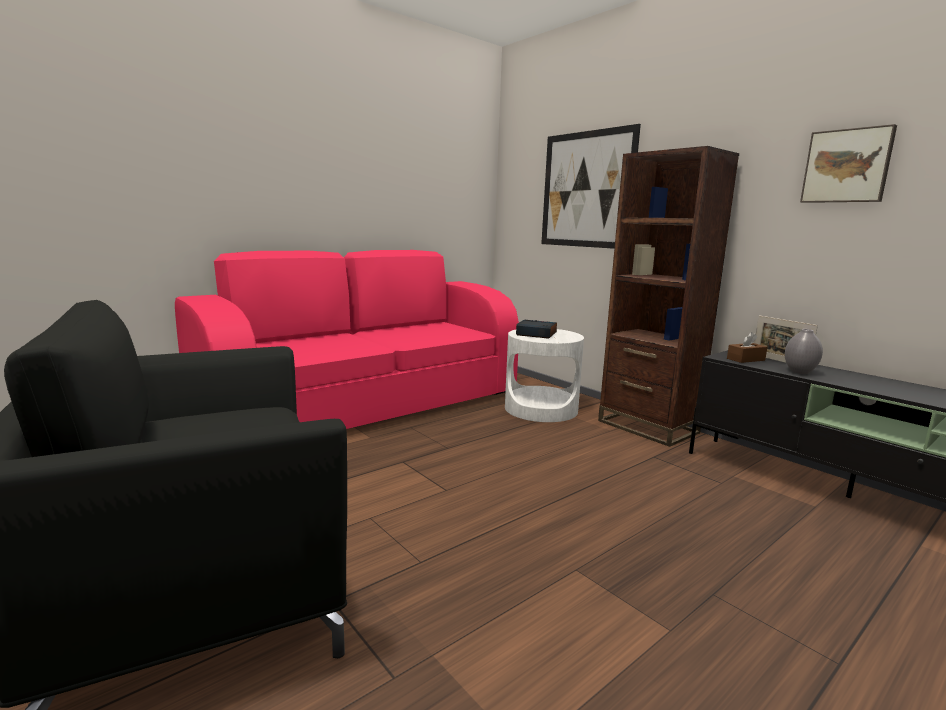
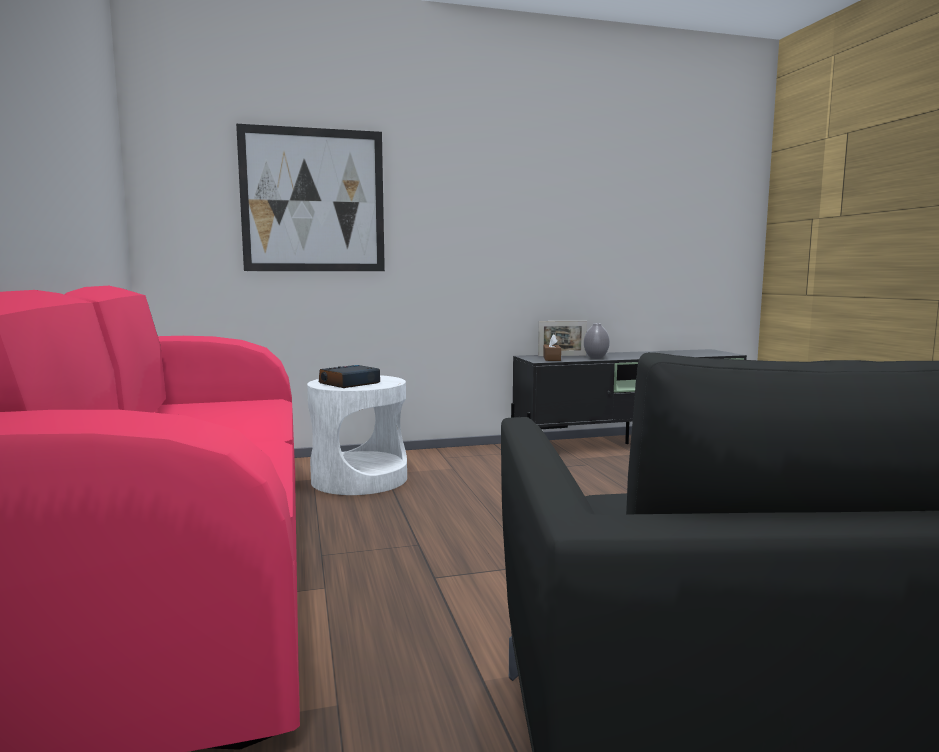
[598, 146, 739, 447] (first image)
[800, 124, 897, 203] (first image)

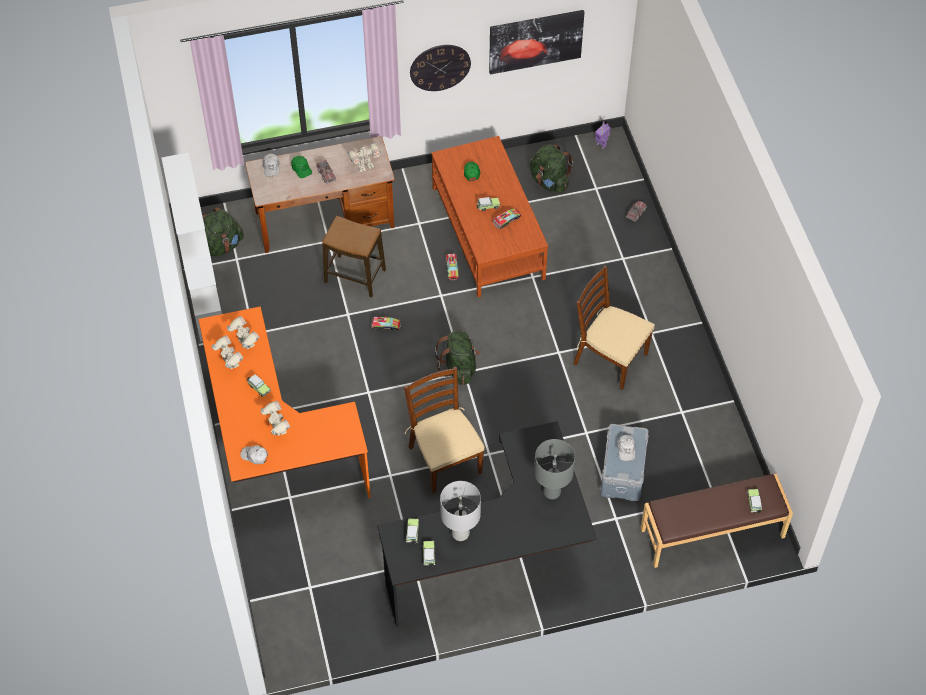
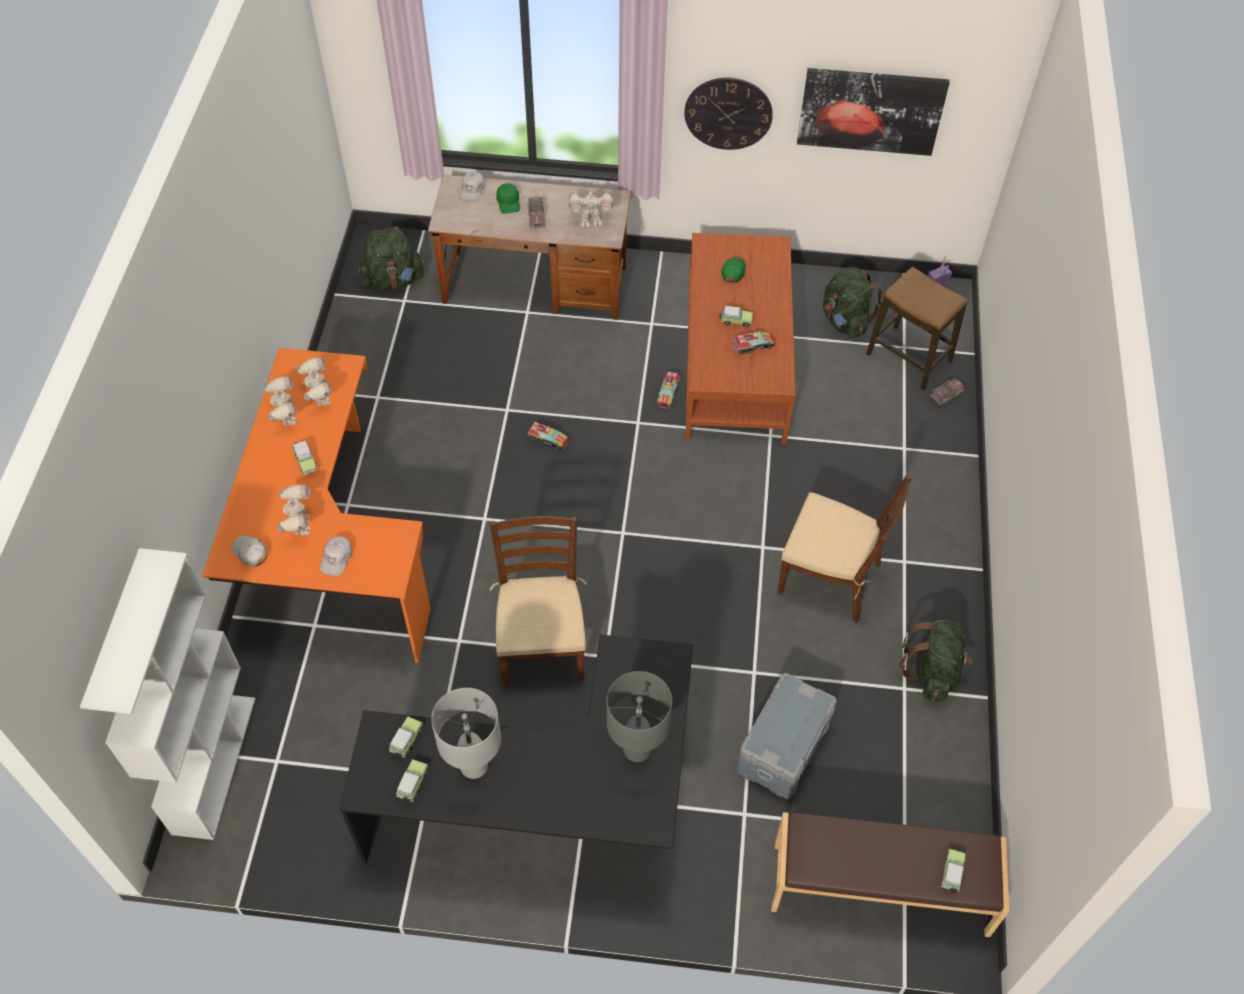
[80, 548, 255, 840]
[866, 267, 968, 390]
[900, 619, 972, 702]
[320, 536, 352, 576]
[778, 475, 911, 623]

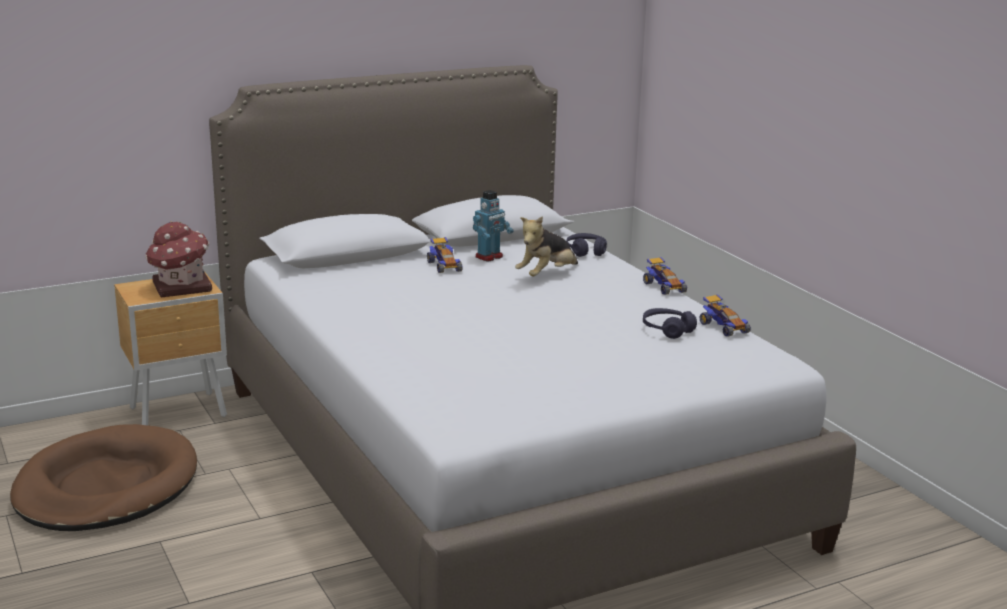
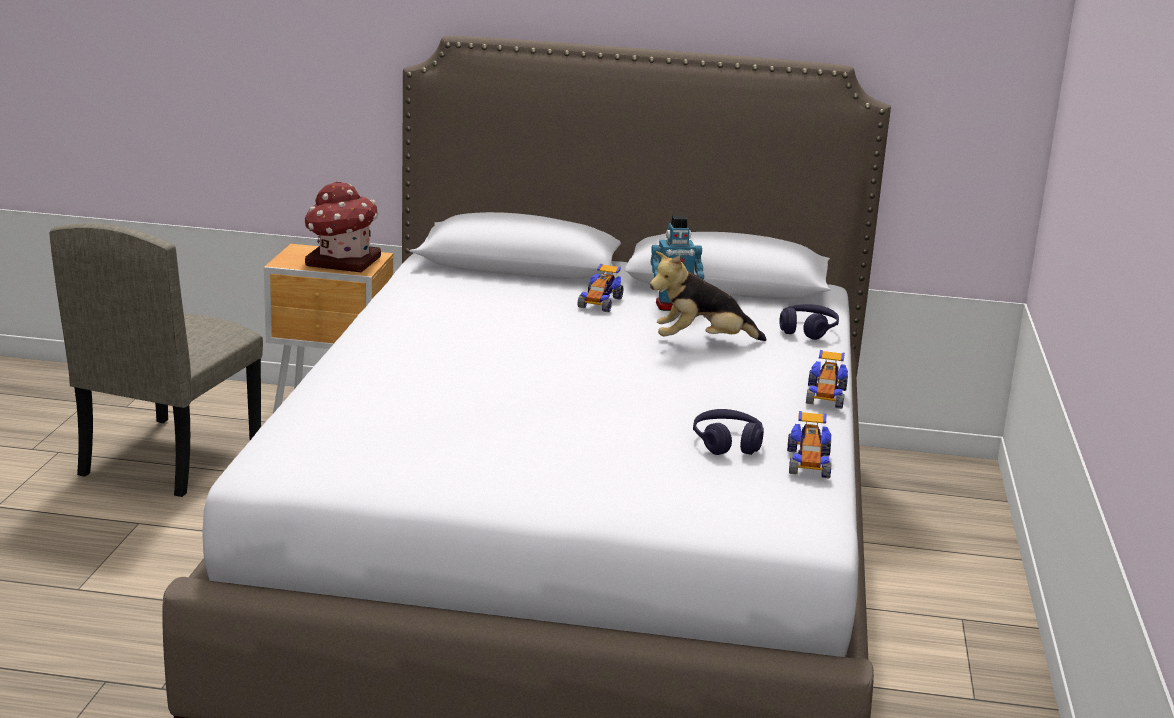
[49, 223, 263, 497]

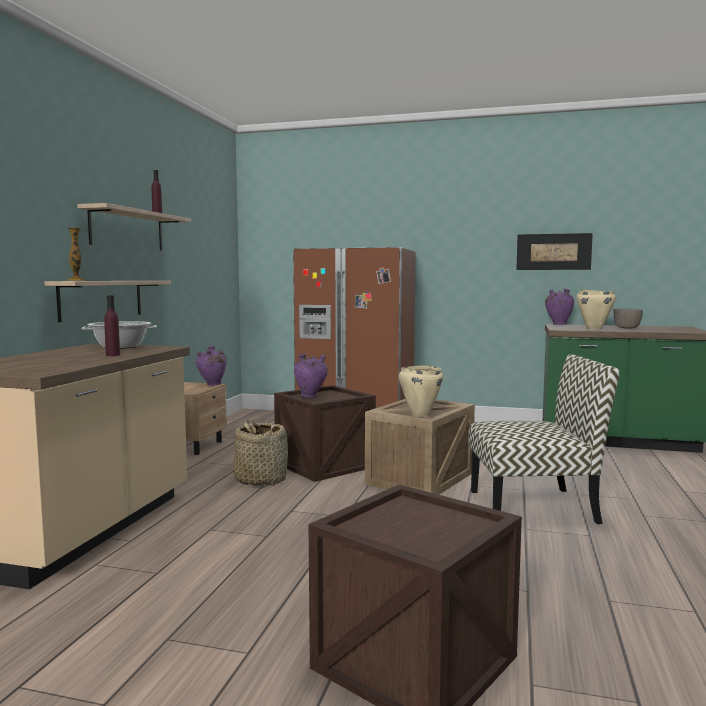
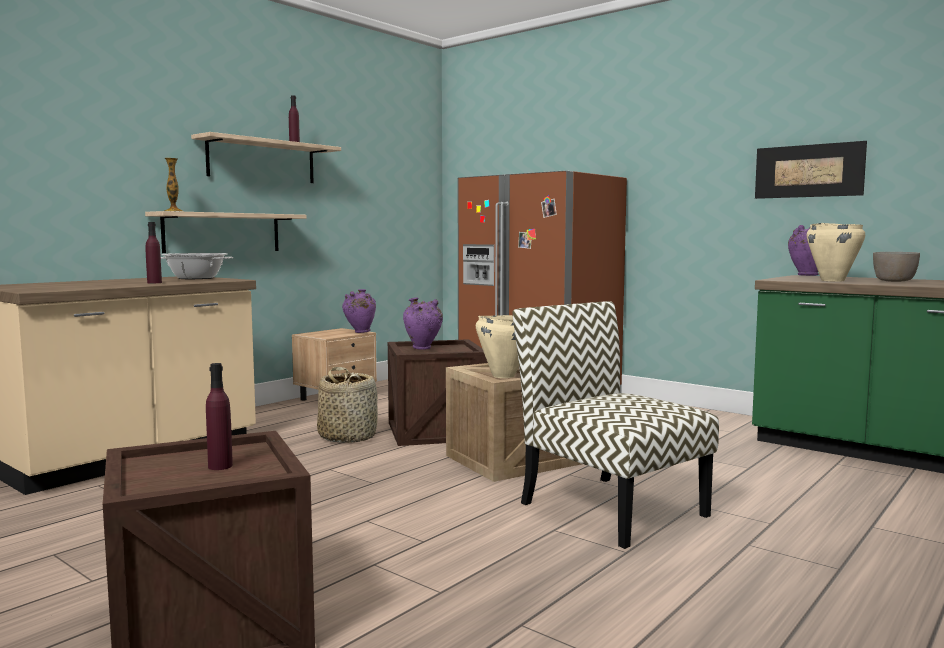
[206, 363, 233, 470]
[512, 301, 719, 549]

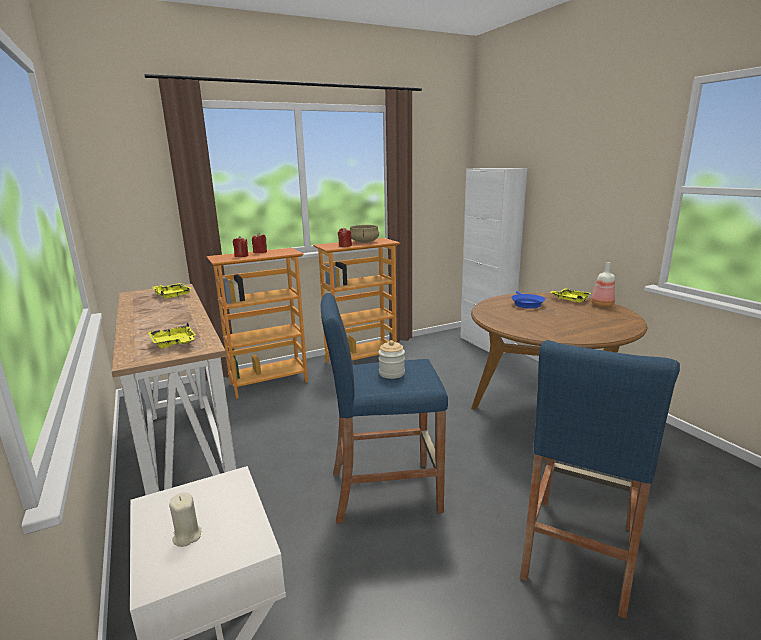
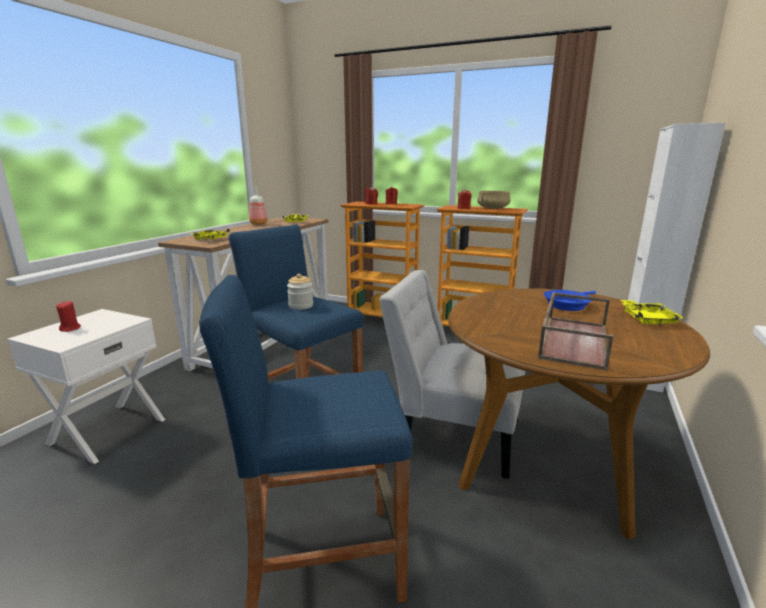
[379, 270, 525, 479]
[538, 293, 613, 370]
[249, 187, 268, 225]
[56, 301, 81, 332]

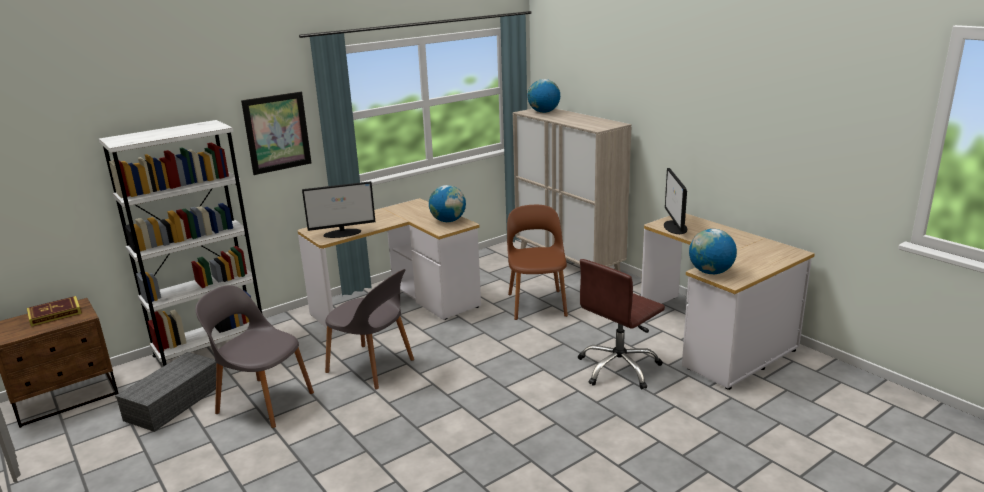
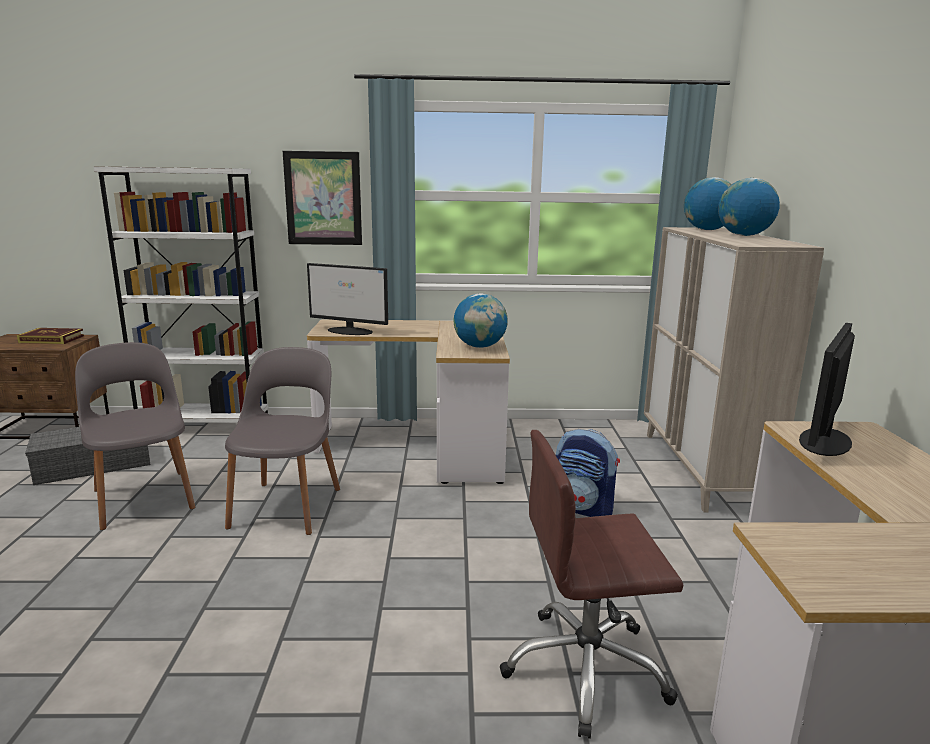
[718, 178, 780, 236]
[556, 429, 620, 517]
[225, 347, 340, 535]

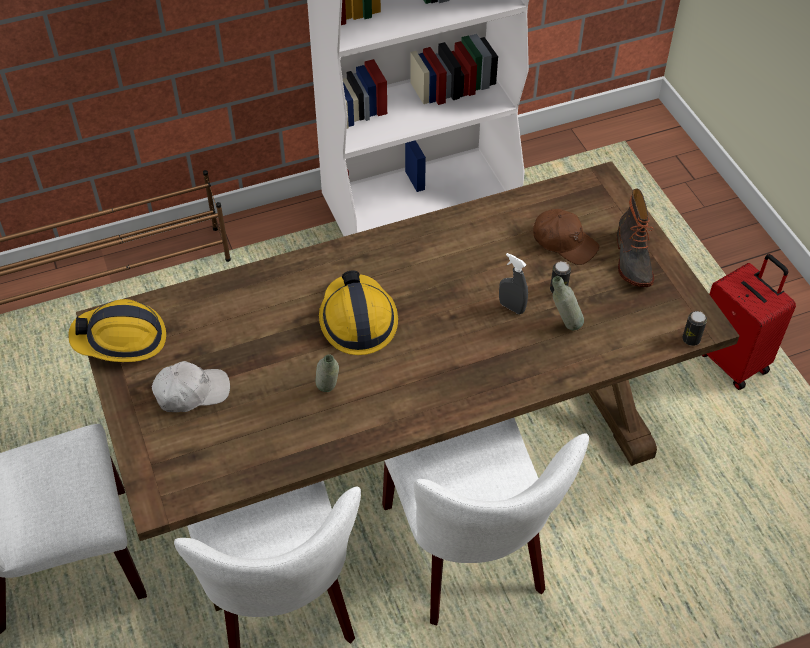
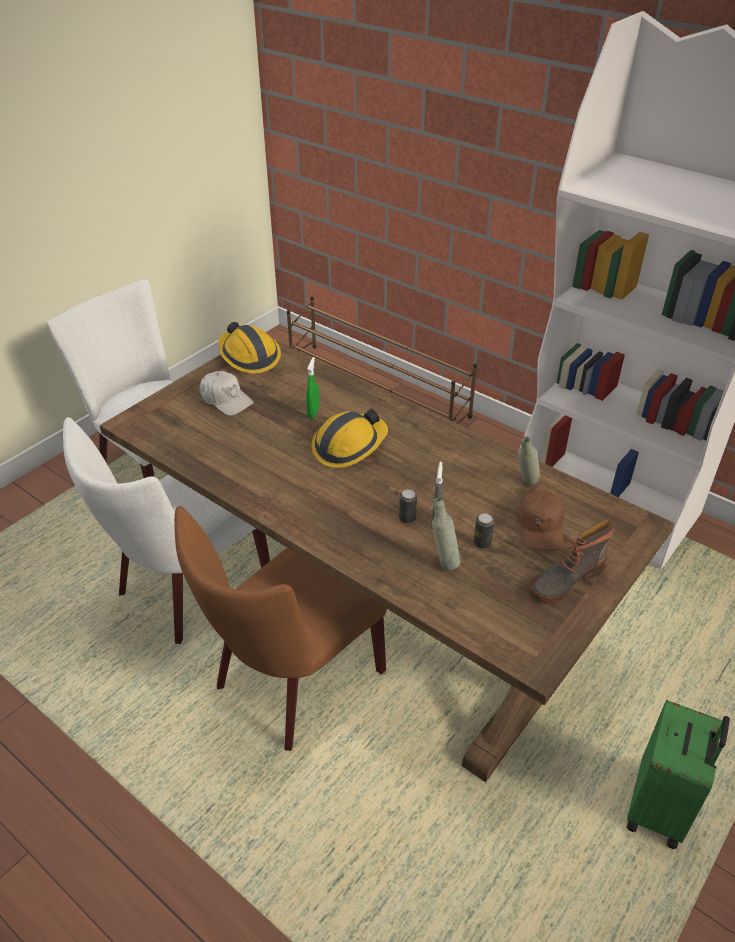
[306, 357, 320, 419]
[518, 436, 540, 485]
[399, 489, 417, 524]
[174, 506, 387, 751]
[627, 700, 730, 849]

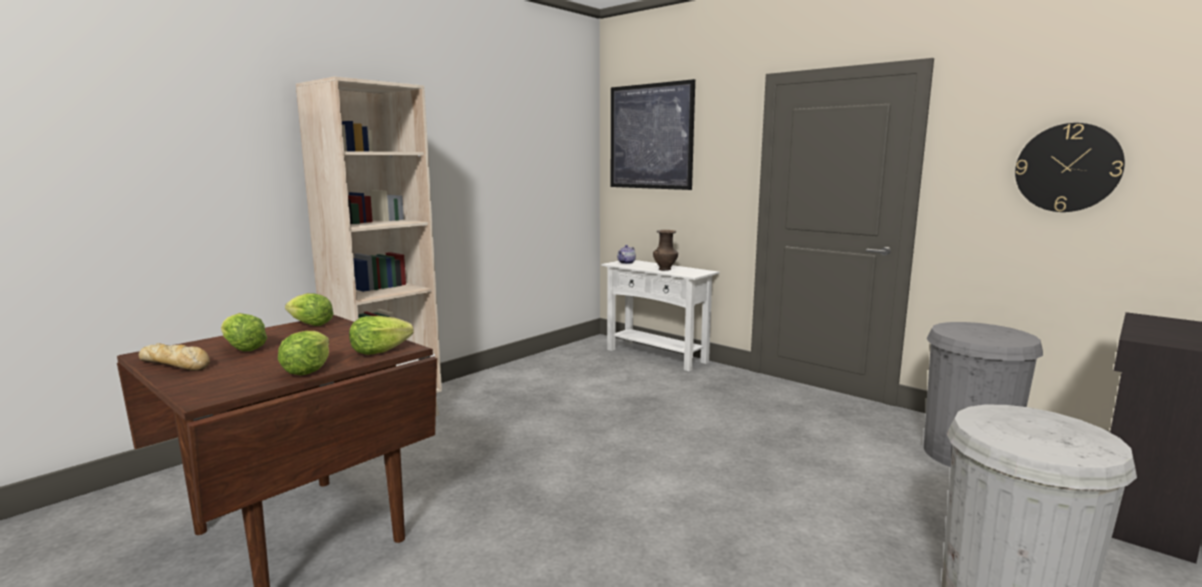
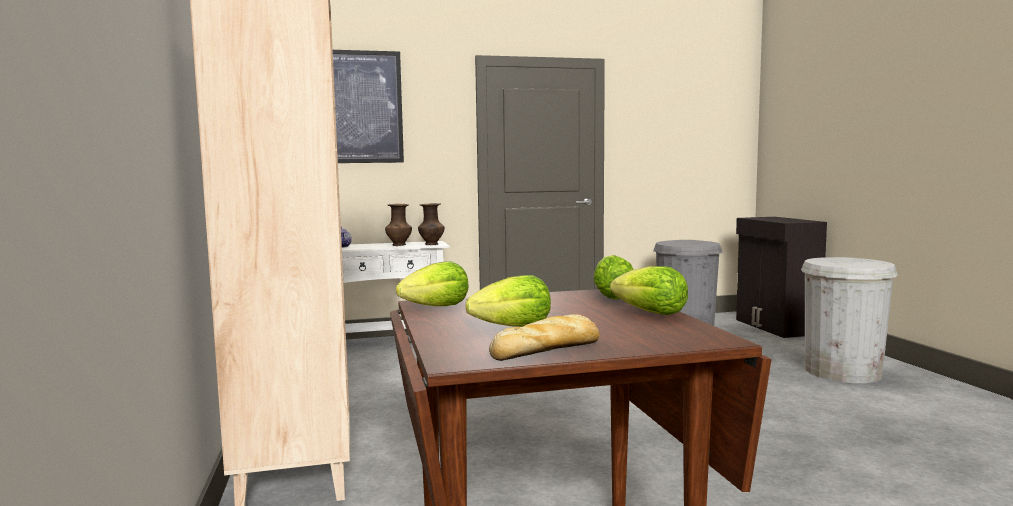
[1015, 123, 1125, 212] (first image)
[418, 203, 445, 245]

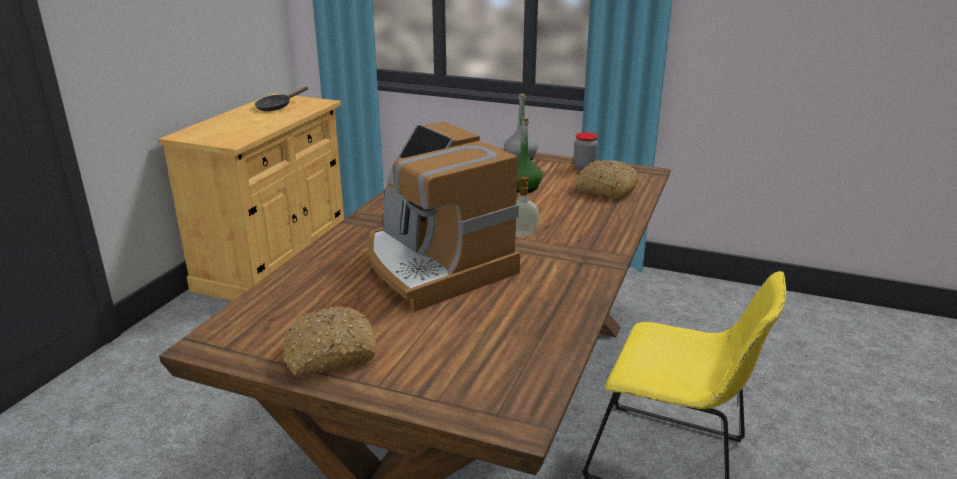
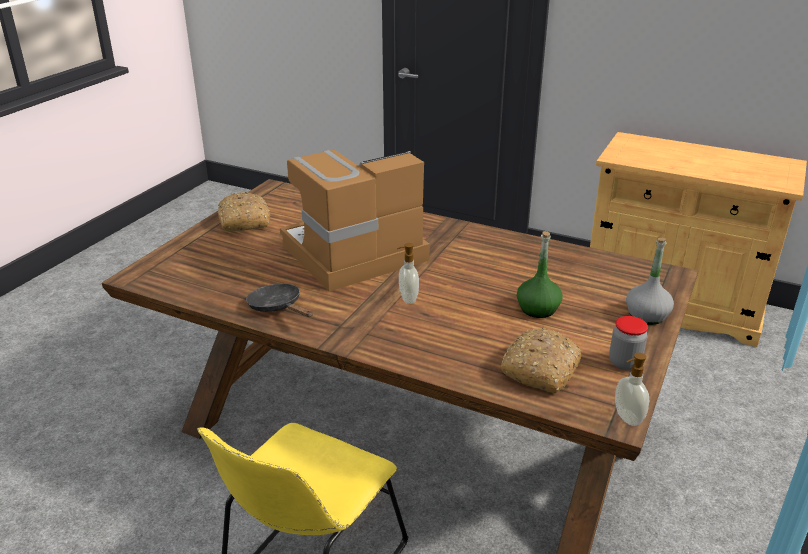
[615, 353, 649, 426]
[246, 284, 313, 317]

